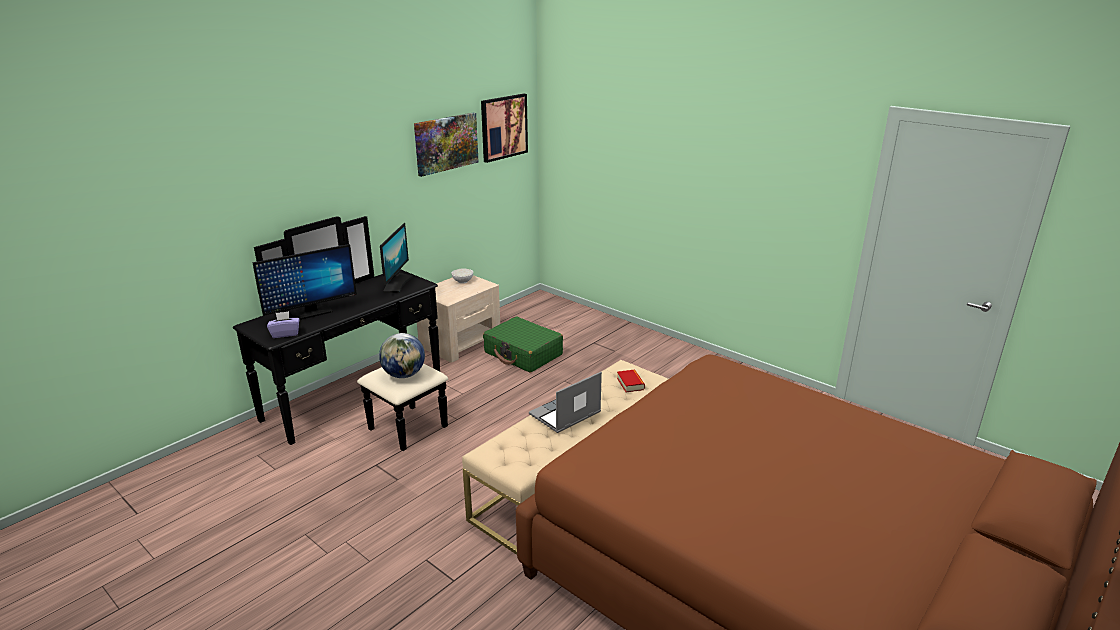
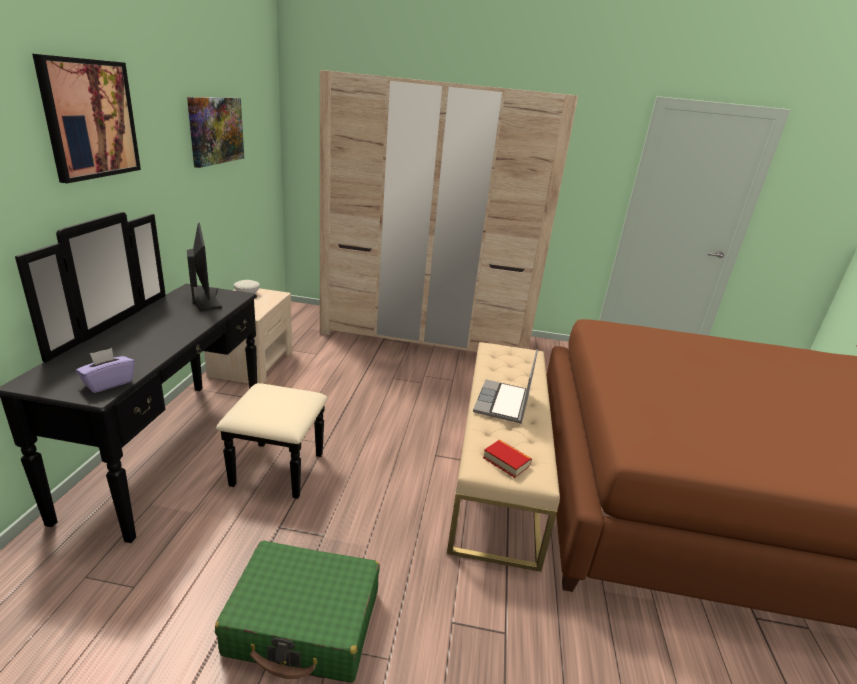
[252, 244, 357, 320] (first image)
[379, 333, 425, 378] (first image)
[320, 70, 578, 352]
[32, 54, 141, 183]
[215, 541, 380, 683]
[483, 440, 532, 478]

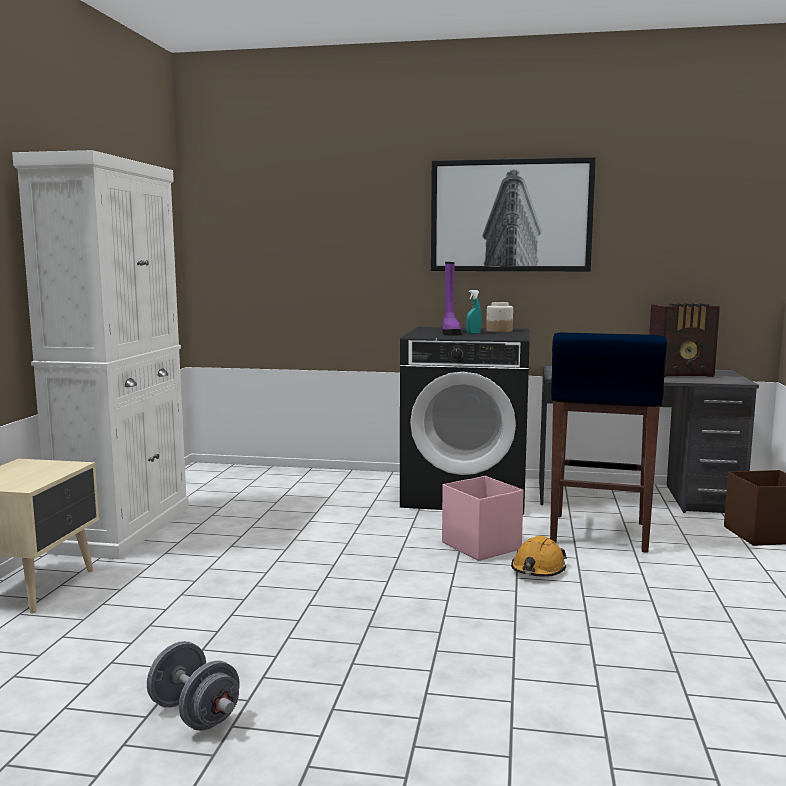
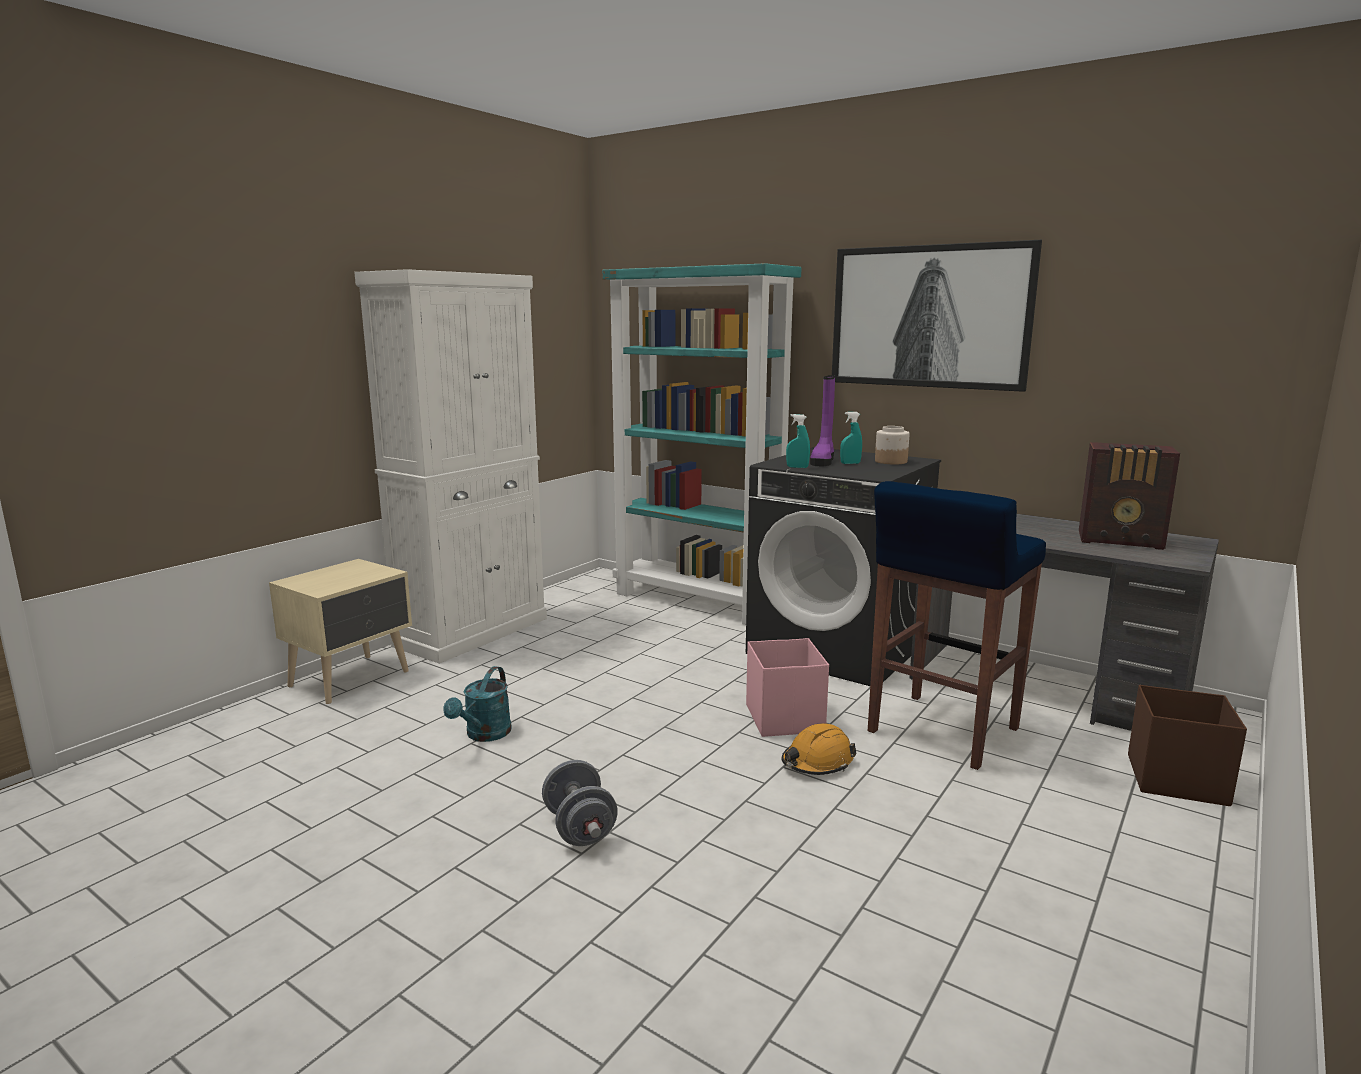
[443, 666, 512, 742]
[602, 263, 802, 625]
[786, 414, 810, 468]
[542, 760, 618, 846]

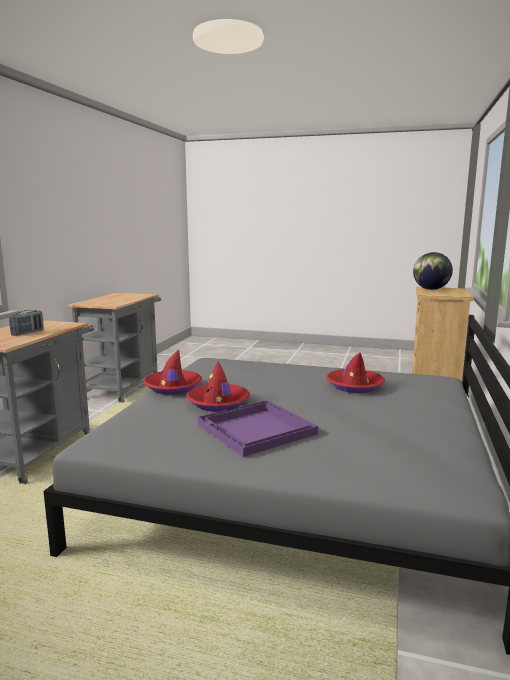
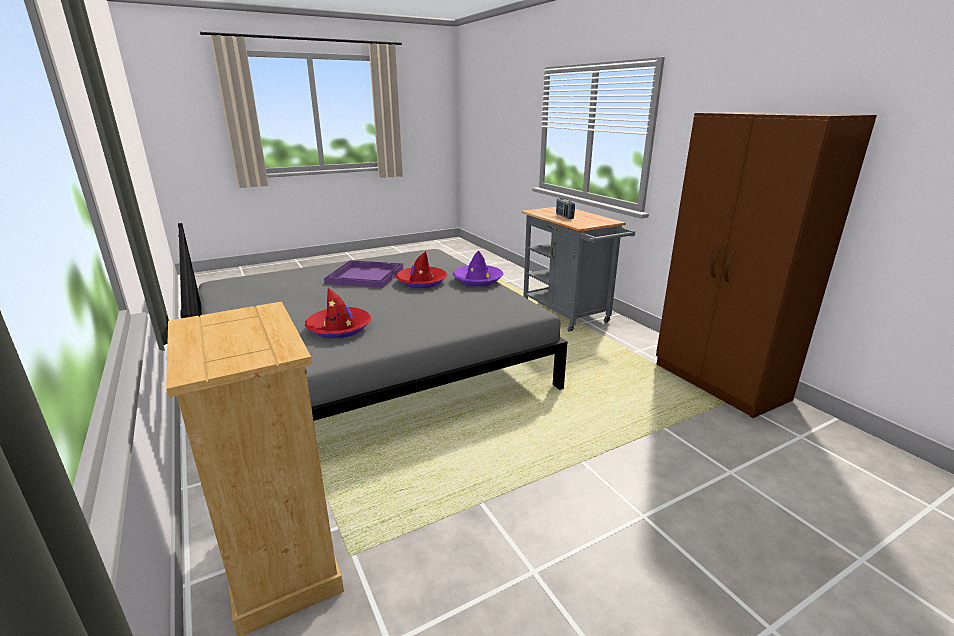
[413, 252, 453, 290] (first image)
[656, 112, 877, 418]
[453, 250, 503, 286]

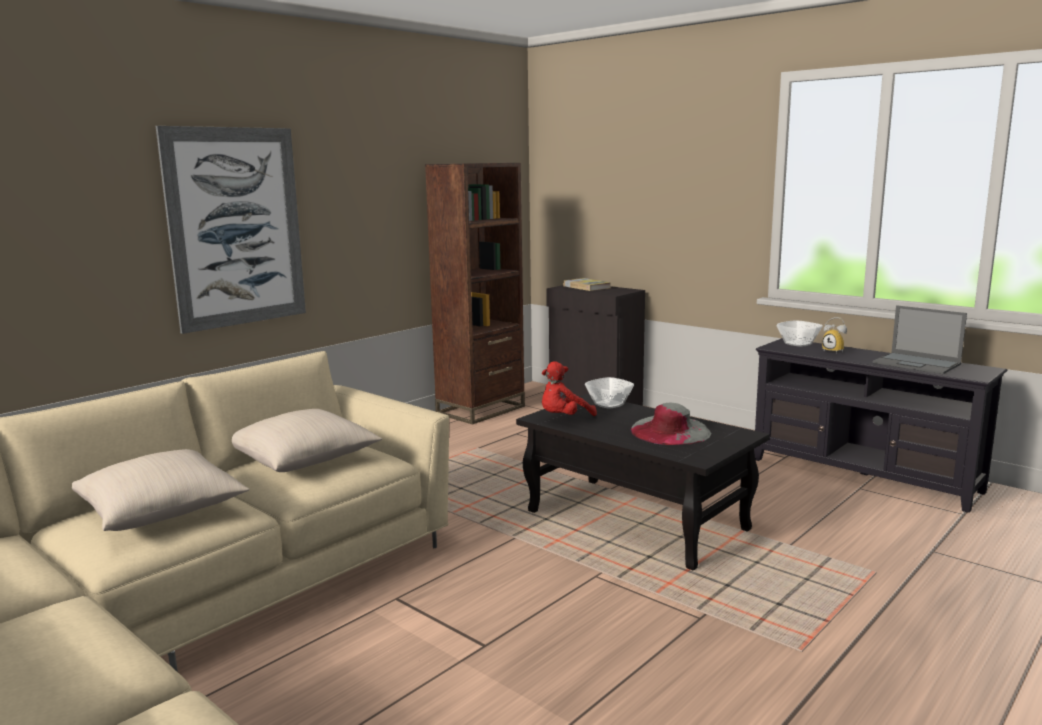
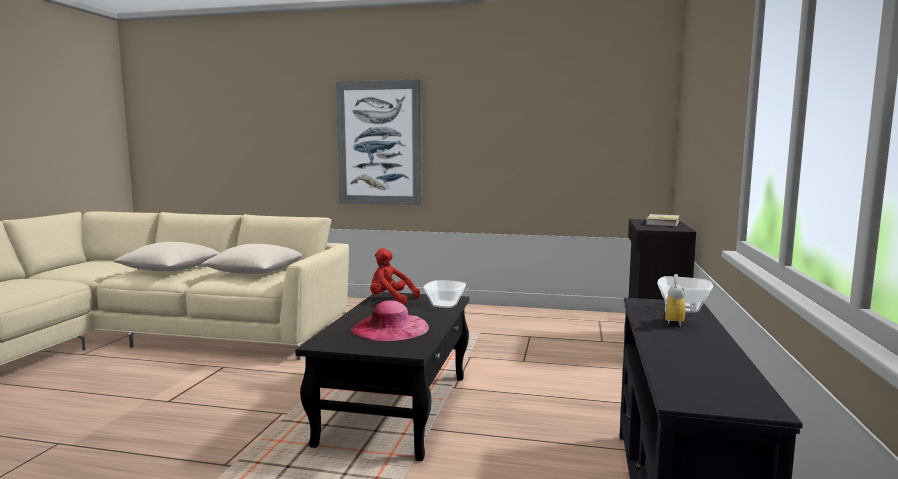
[425, 163, 525, 425] (first image)
[873, 305, 967, 374] (first image)
[351, 300, 429, 341]

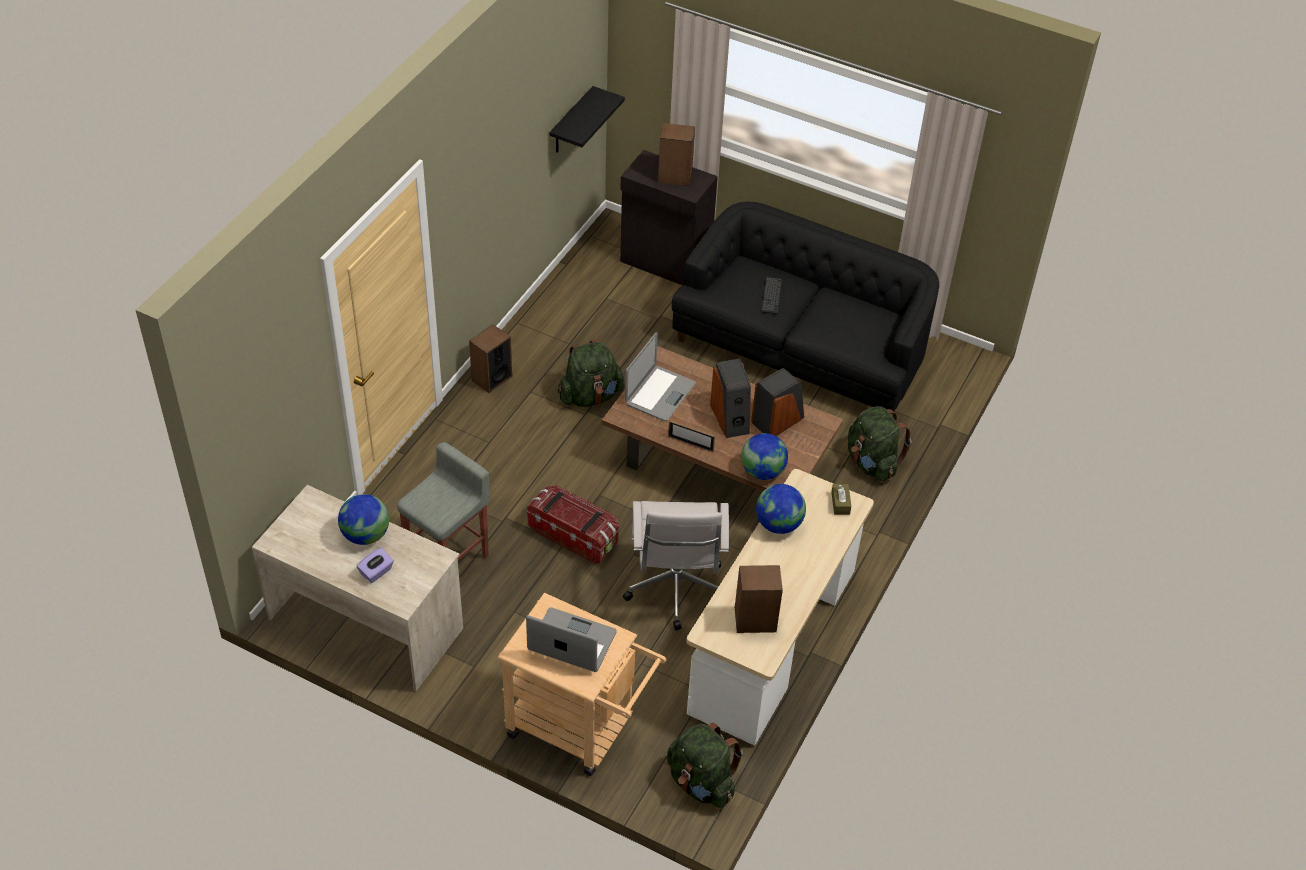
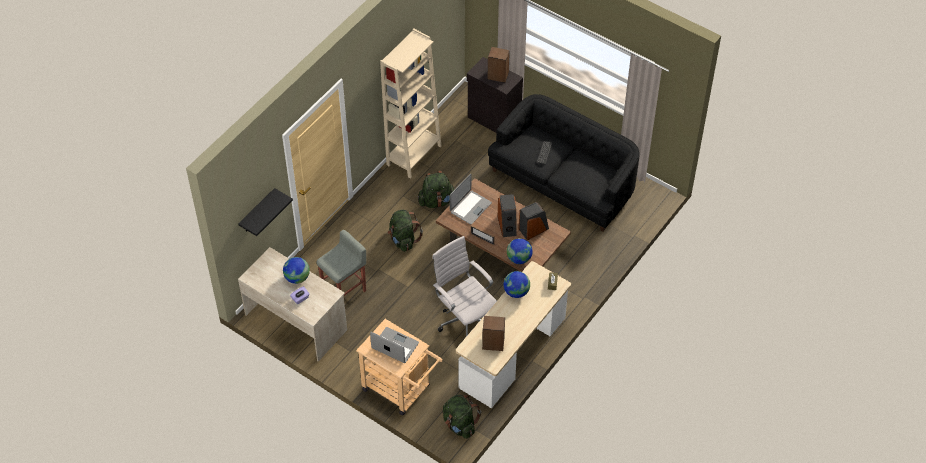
[469, 324, 512, 393] (first image)
[527, 485, 619, 565] (first image)
[380, 29, 442, 179]
[238, 188, 293, 236]
[387, 210, 423, 252]
[432, 236, 497, 337]

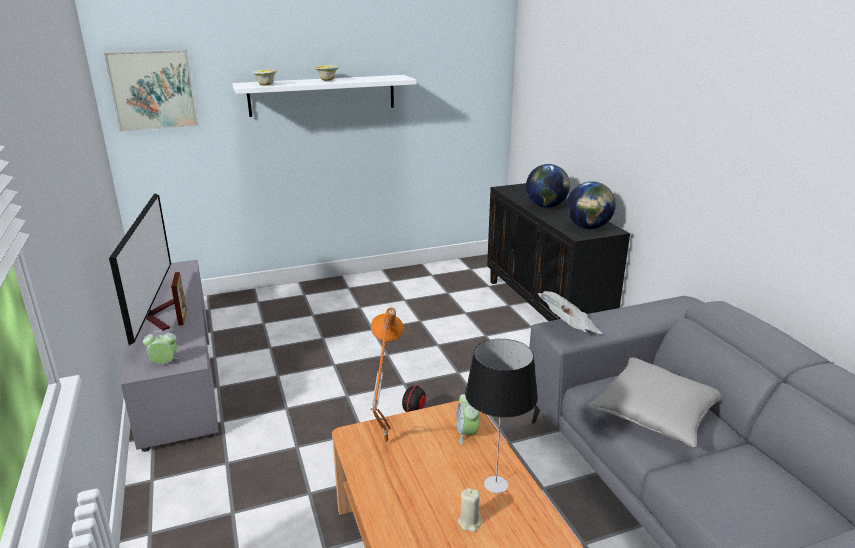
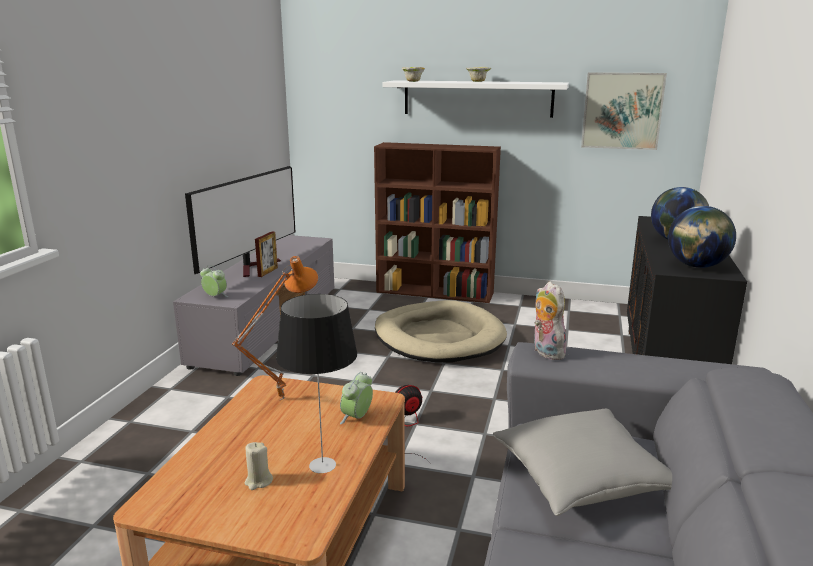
[374, 142, 501, 303]
[375, 300, 507, 363]
[581, 72, 667, 150]
[534, 281, 566, 360]

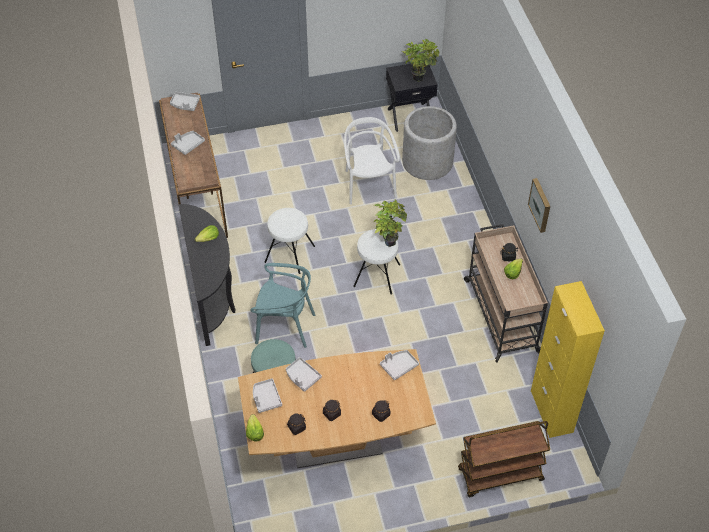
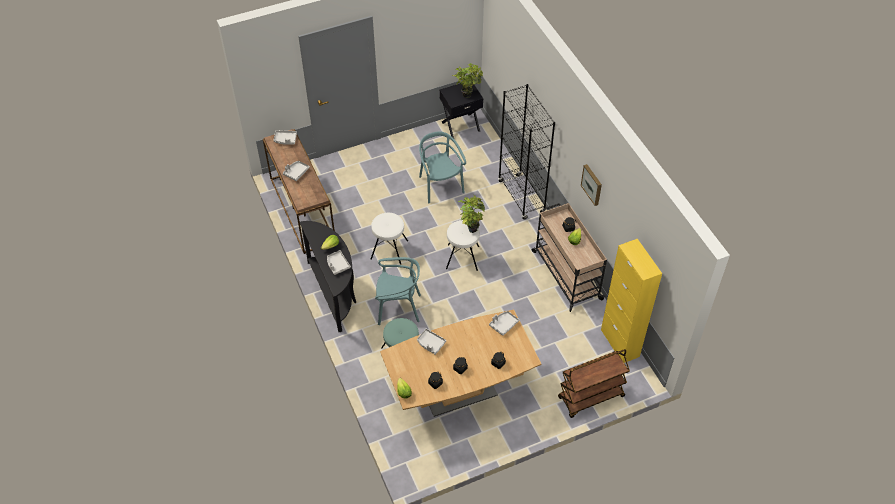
[402, 106, 457, 180] (first image)
[498, 84, 555, 220]
[327, 250, 351, 275]
[419, 131, 466, 204]

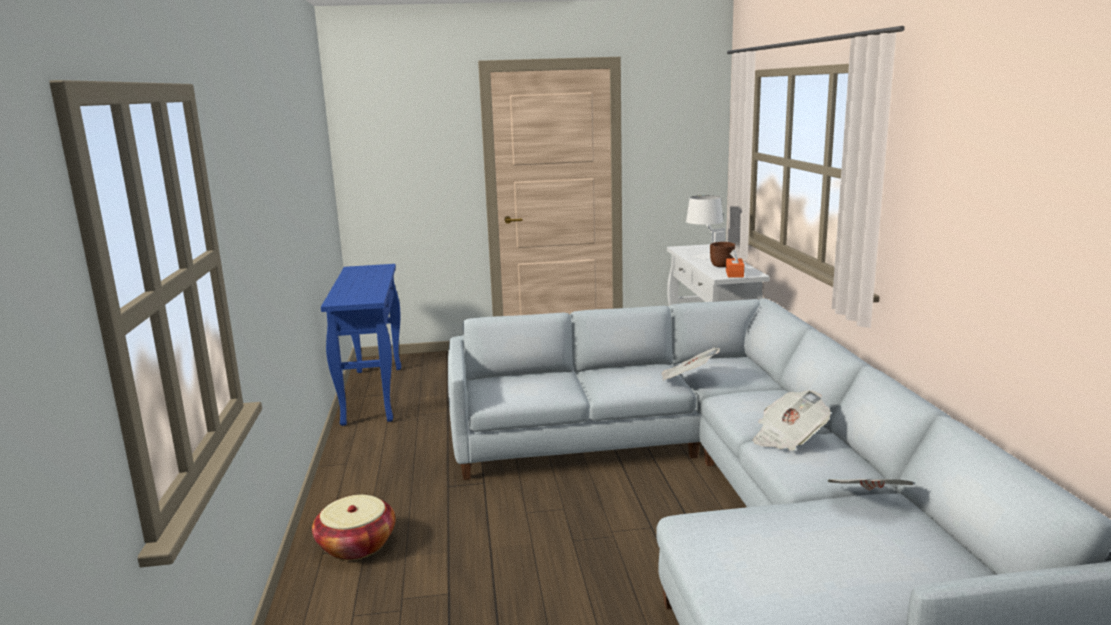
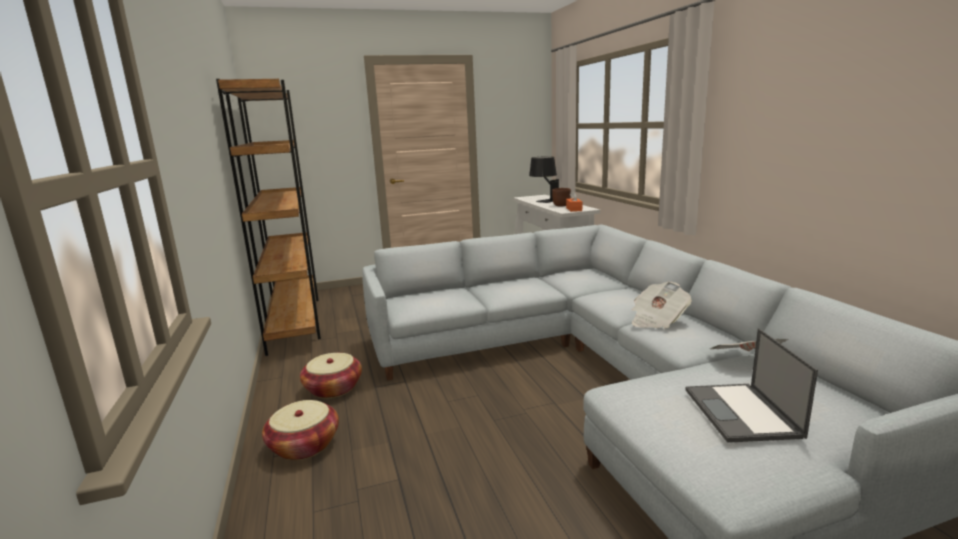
[662, 347, 720, 381] (first image)
[300, 353, 362, 399]
[685, 328, 818, 443]
[216, 79, 321, 356]
[529, 156, 559, 203]

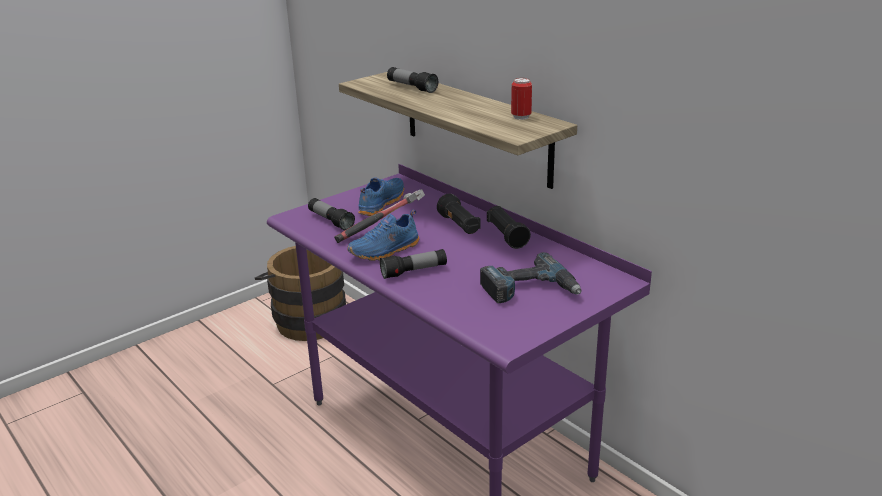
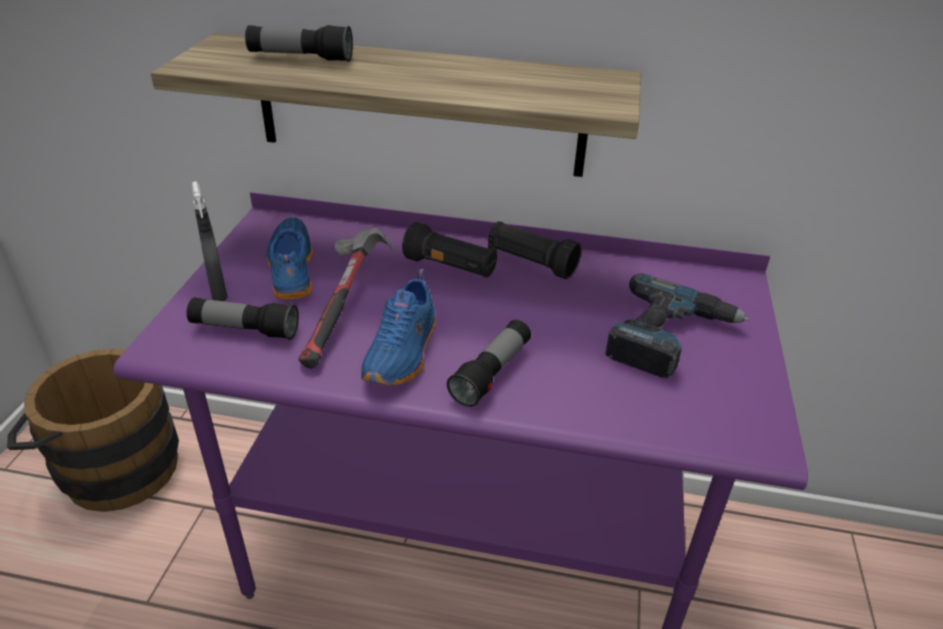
[511, 78, 532, 120] (first image)
[192, 181, 228, 301]

